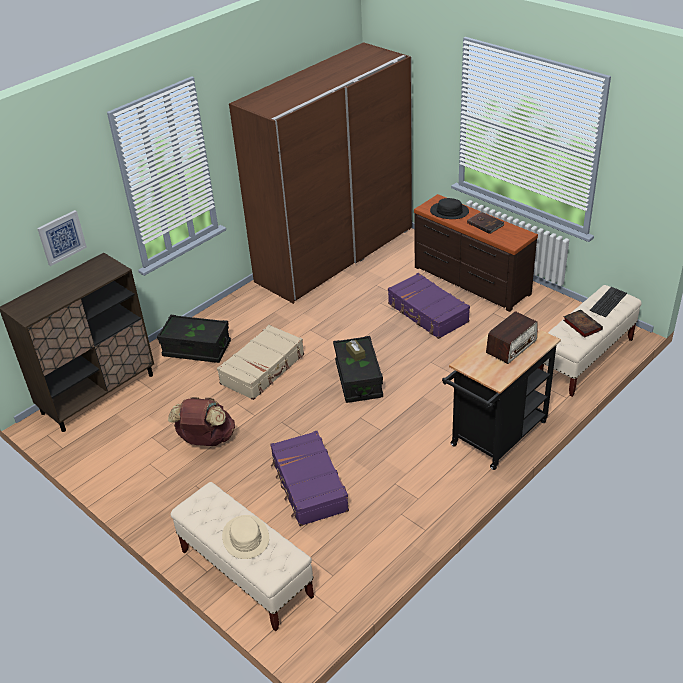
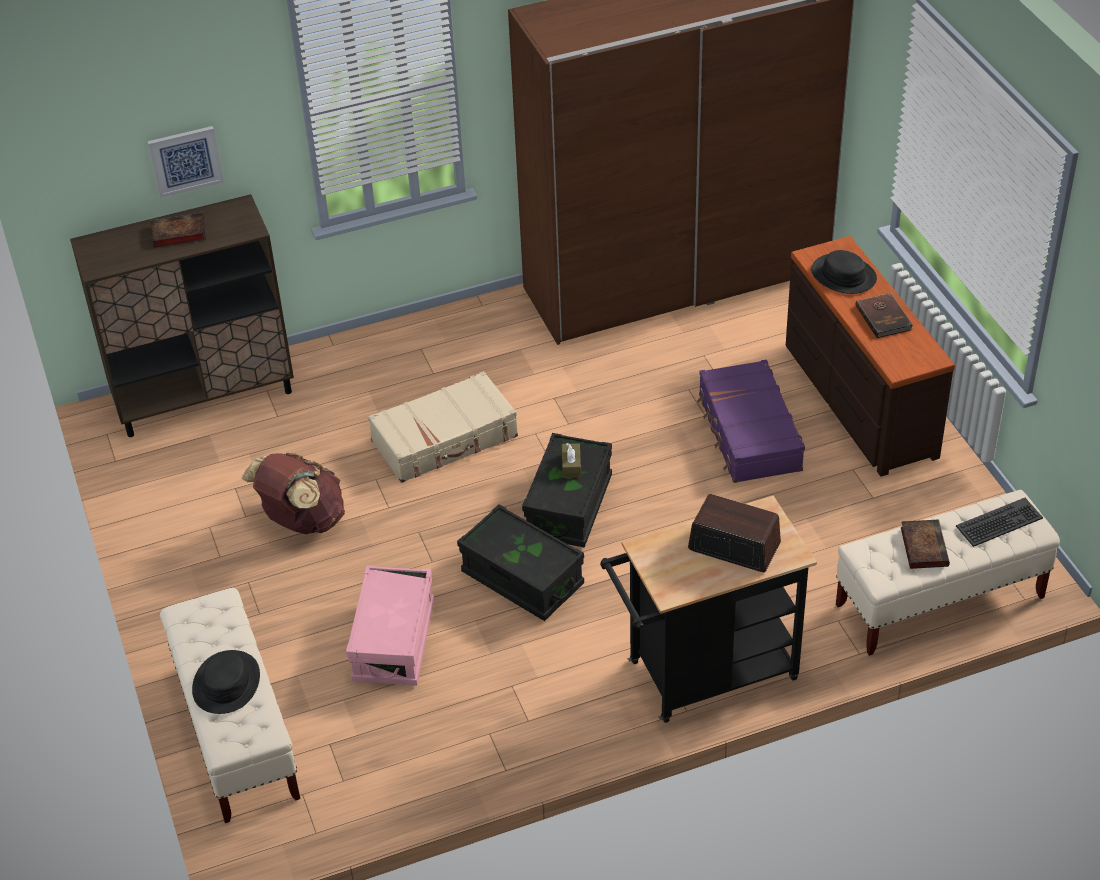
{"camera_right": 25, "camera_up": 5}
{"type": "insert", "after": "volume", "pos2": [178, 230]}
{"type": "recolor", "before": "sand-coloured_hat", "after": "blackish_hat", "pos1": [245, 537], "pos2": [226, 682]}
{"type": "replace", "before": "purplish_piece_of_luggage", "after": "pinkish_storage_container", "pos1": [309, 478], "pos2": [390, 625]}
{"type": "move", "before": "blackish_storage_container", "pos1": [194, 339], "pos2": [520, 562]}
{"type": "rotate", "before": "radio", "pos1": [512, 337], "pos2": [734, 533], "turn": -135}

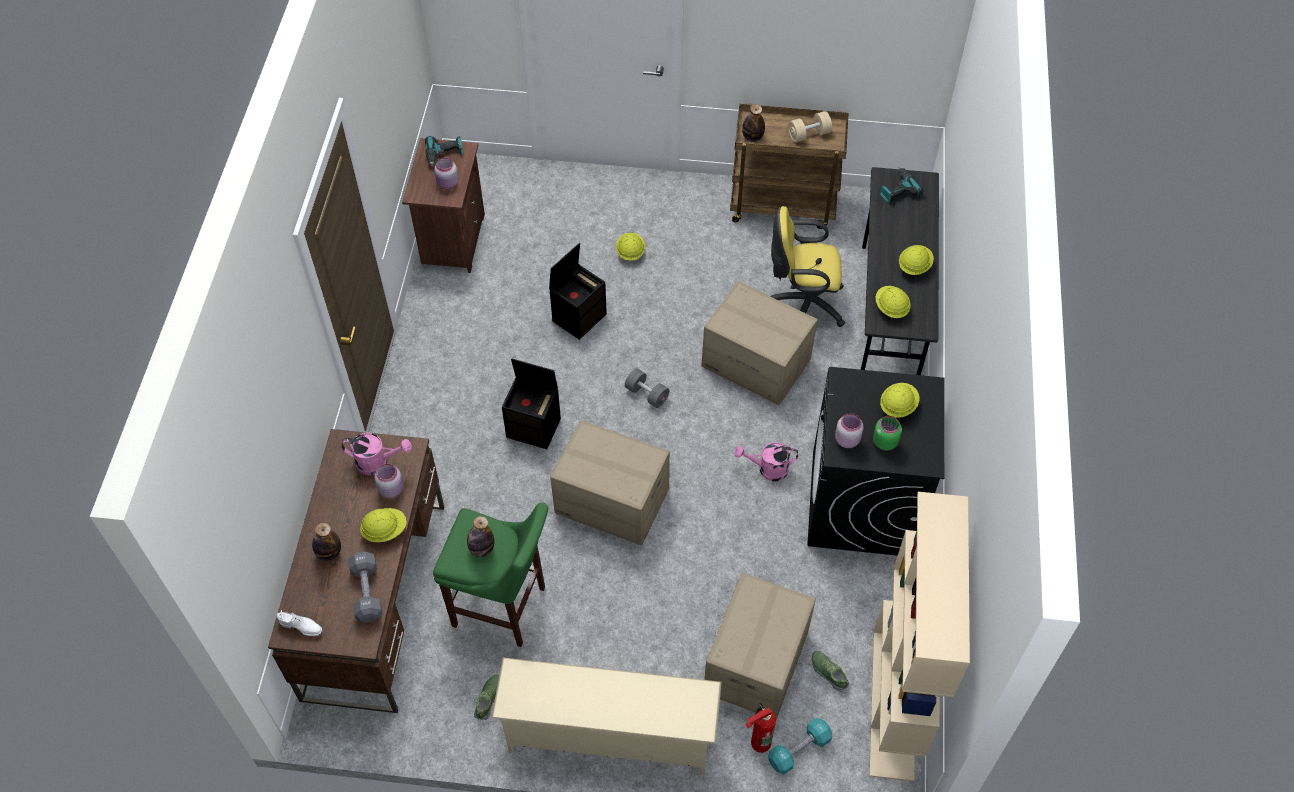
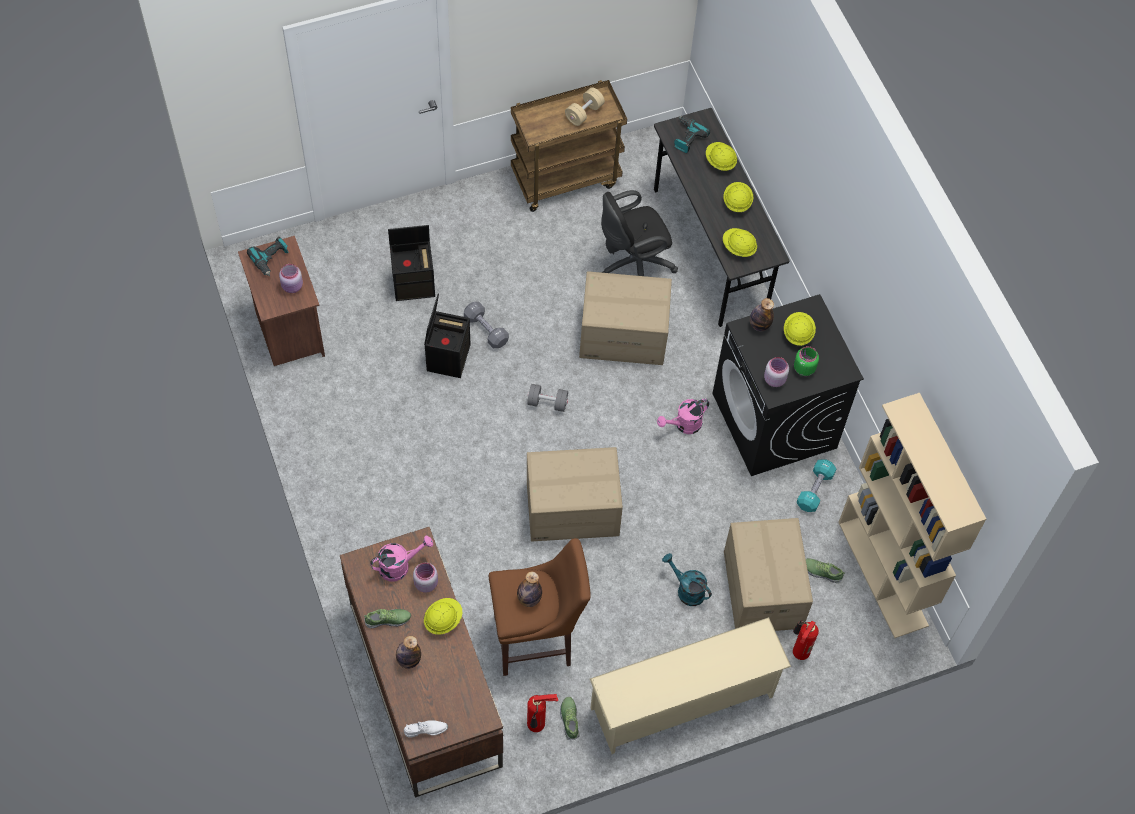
{"camera_right": -30, "camera_up": 5}
{"type": "insert", "after": "shoe", "pos2": [387, 618]}
{"type": "move", "before": "blackish_storage_container", "pos1": [531, 403], "pos2": [411, 263]}
{"type": "move", "before": "gray_dumbbell", "pos1": [365, 587], "pos2": [486, 325]}
{"type": "recolor", "before": "greenish_stool_seat", "after": "brown_stool_seat", "pos1": [490, 575], "pos2": [540, 607]}
{"type": "insert", "after": "fire-fighting_cylinder", "pos2": [542, 713]}
{"type": "recolor", "before": "yellow-coloured_computer_chair", "after": "blackish_computer_chair", "pos1": [808, 266], "pos2": [639, 233]}
{"type": "insert", "after": "blue-green_watering_pot", "pos2": [687, 579]}
{"type": "move", "before": "yellow-coloured_work_helmet", "pos1": [630, 246], "pos2": [721, 156]}
{"type": "move", "before": "drink_bottle", "pos1": [753, 123], "pos2": [762, 314]}
{"type": "move", "before": "blue-green_dumbbell", "pos1": [800, 746], "pos2": [816, 485]}

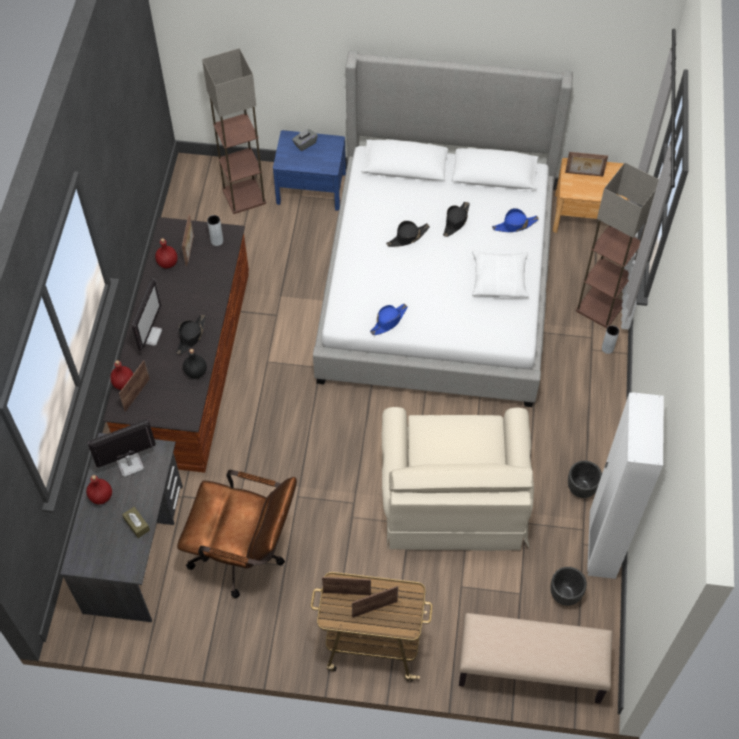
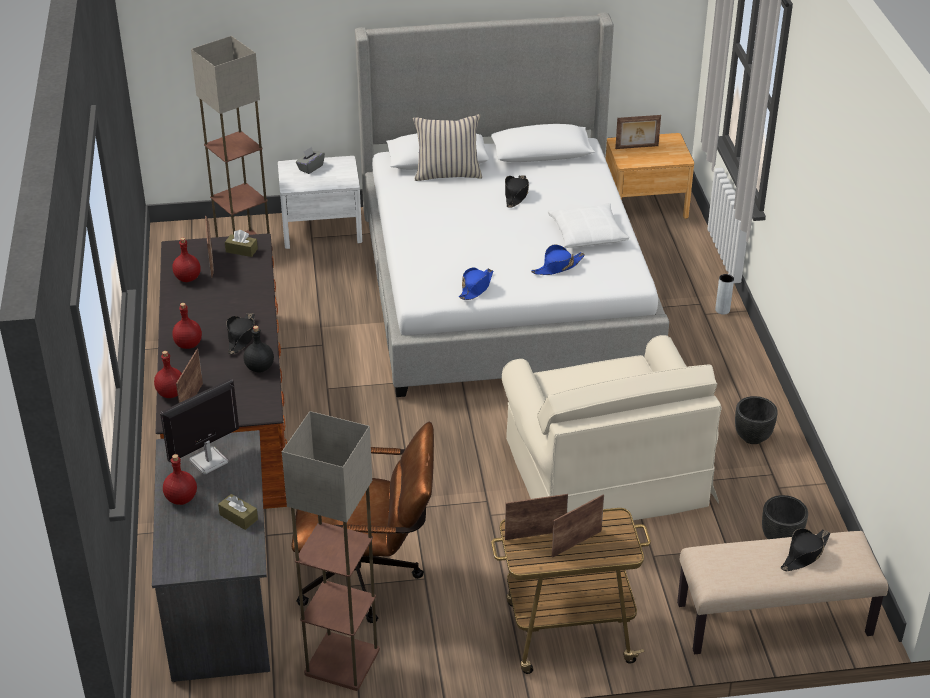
{"camera_right": -15, "camera_up": -20}
{"type": "replace", "before": "monitor", "after": "reddish_drink_bottle", "pos1": [147, 315], "pos2": [187, 326]}
{"type": "replace", "before": "gray_vase", "after": "brown_box_of_tissues", "pos1": [215, 230], "pos2": [241, 243]}
{"type": "recolor", "before": "blue-coloured_nightstand", "after": "white-coloured_nightstand", "pos1": [309, 170], "pos2": [320, 202]}
{"type": "move", "before": "standing_lamp", "pos1": [617, 245], "pos2": [331, 551]}
{"type": "insert", "after": "sand-coloured_pillow", "pos2": [447, 147]}
{"type": "move", "before": "blue-coloured_hat", "pos1": [515, 220], "pos2": [558, 260]}
{"type": "move", "before": "blackish_hat", "pos1": [408, 234], "pos2": [805, 549]}
{"type": "delete", "before": "white-coloured_wardrobe", "pos1": [625, 485]}

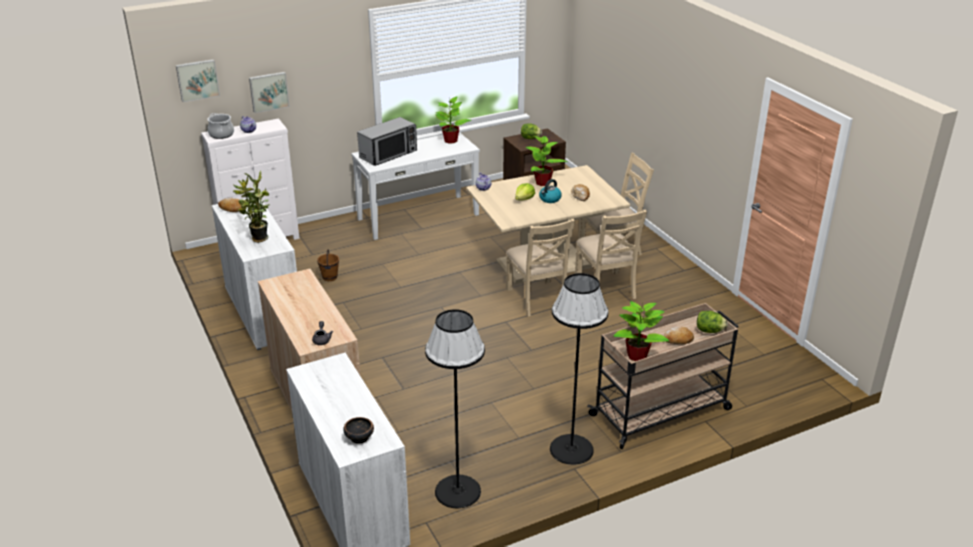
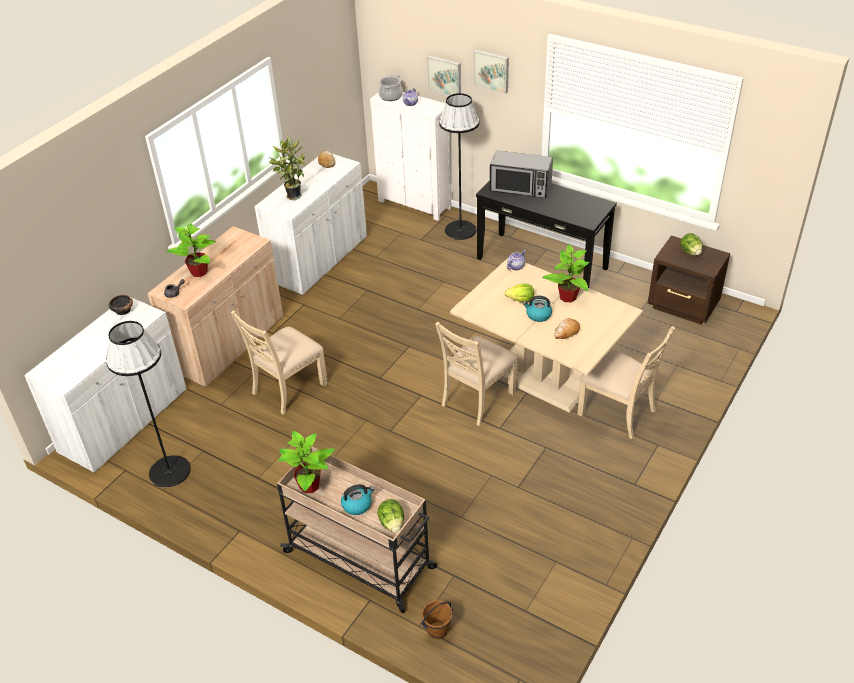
{"camera_right": 60, "camera_up": 10}
{"type": "move", "before": "serving_bowl", "pos1": [358, 430], "pos2": [121, 305]}
{"type": "move", "before": "houseplant", "pos1": [453, 119], "pos2": [191, 250]}
{"type": "move", "before": "sand-coloured_upright_chair", "pos1": [611, 254], "pos2": [279, 362]}
{"type": "replace", "before": "baked_bread", "after": "kettle", "pos1": [678, 335], "pos2": [357, 499]}
{"type": "move", "before": "brown_water_bucket", "pos1": [328, 265], "pos2": [437, 619]}
{"type": "move", "before": "blackish_standing_lamp", "pos1": [579, 369], "pos2": [459, 166]}
{"type": "move", "before": "picture", "pos1": [198, 80], "pos2": [491, 72]}
{"type": "recolor", "before": "white-coloured_narrow_table", "after": "blackish_narrow_table", "pos1": [415, 186], "pos2": [546, 234]}

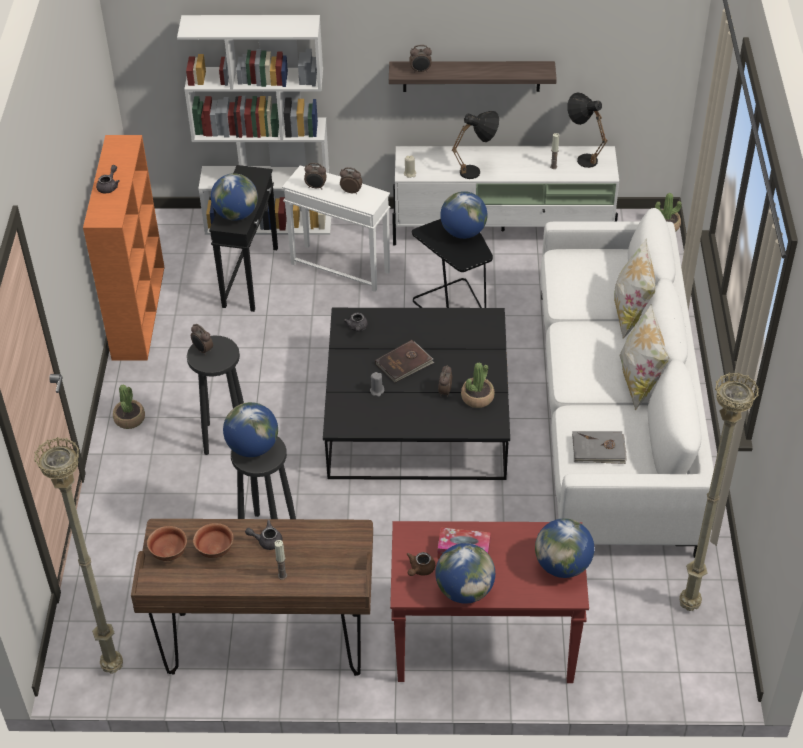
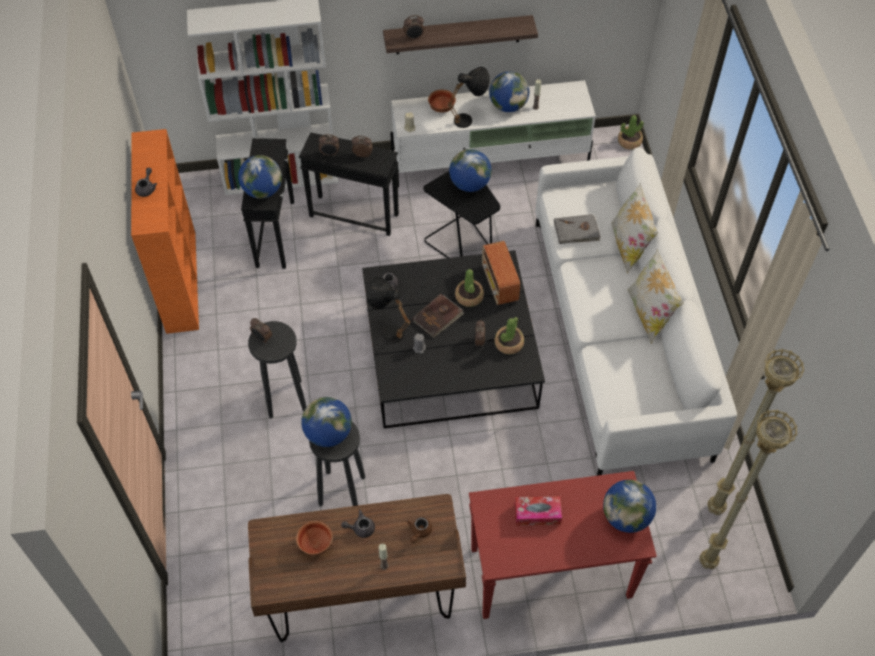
{"camera_right": -10, "camera_up": 10}
{"type": "recolor", "before": "white-coloured_accent_table", "after": "blackish_accent_table", "pos1": [336, 229], "pos2": [349, 184]}
{"type": "move", "before": "blackish_lamp_for_a_table", "pos1": [587, 130], "pos2": [388, 310]}
{"type": "move", "before": "brown_pot_for_tea", "pos1": [420, 564], "pos2": [419, 530]}
{"type": "move", "before": "serving_bowl", "pos1": [167, 543], "pos2": [442, 101]}
{"type": "move", "before": "houseplant", "pos1": [129, 407], "pos2": [469, 288]}
{"type": "insert", "after": "radio", "pos2": [501, 273]}
{"type": "move", "before": "desk_globe", "pos1": [465, 573], "pos2": [509, 91]}
{"type": "move", "before": "gray_volume", "pos1": [599, 447], "pos2": [577, 229]}
{"type": "move", "before": "sand-coloured_standing_lamp", "pos1": [78, 555], "pos2": [748, 489]}

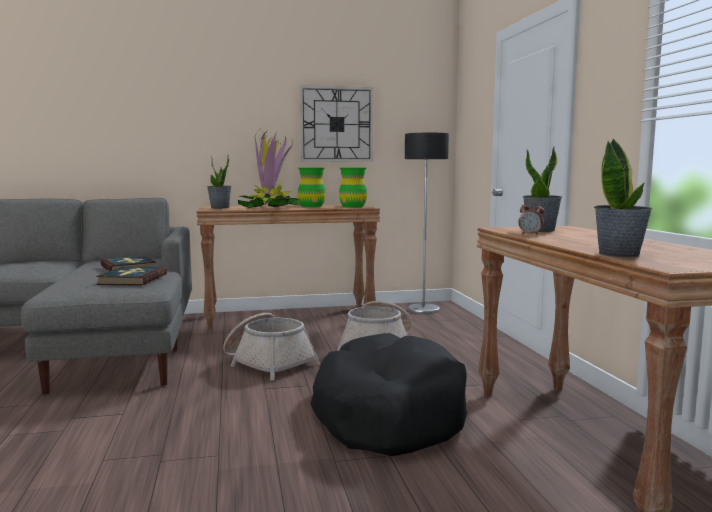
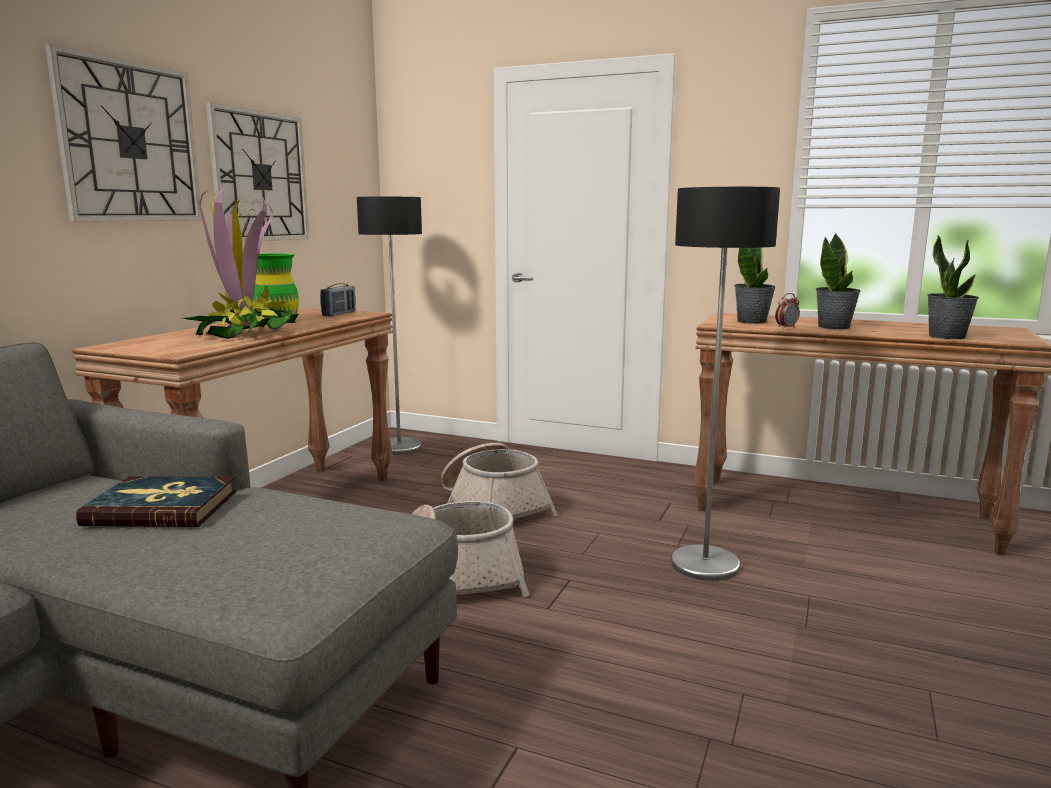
{"camera_right": -55, "camera_up": 5}
{"type": "insert", "after": "wall_clock", "pos2": [123, 133]}
{"type": "replace", "before": "greenish_vase", "after": "radio", "pos1": [353, 187], "pos2": [338, 299]}
{"type": "replace", "before": "blackish_dog_bed", "after": "standing_lamp", "pos1": [388, 394], "pos2": [725, 384]}
{"type": "move", "before": "houseplant", "pos1": [219, 182], "pos2": [838, 281]}
{"type": "delete", "before": "volume", "pos1": [131, 276]}

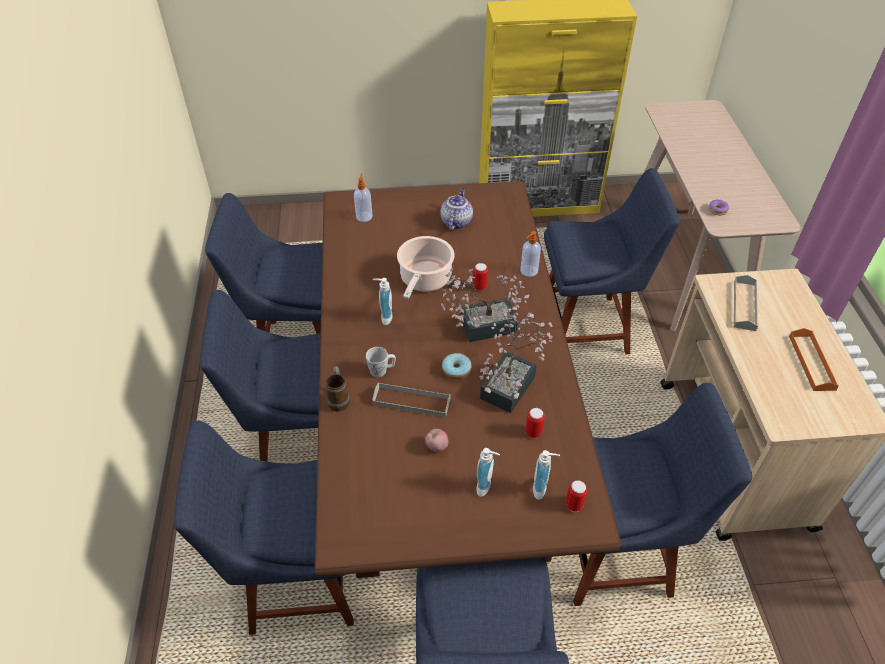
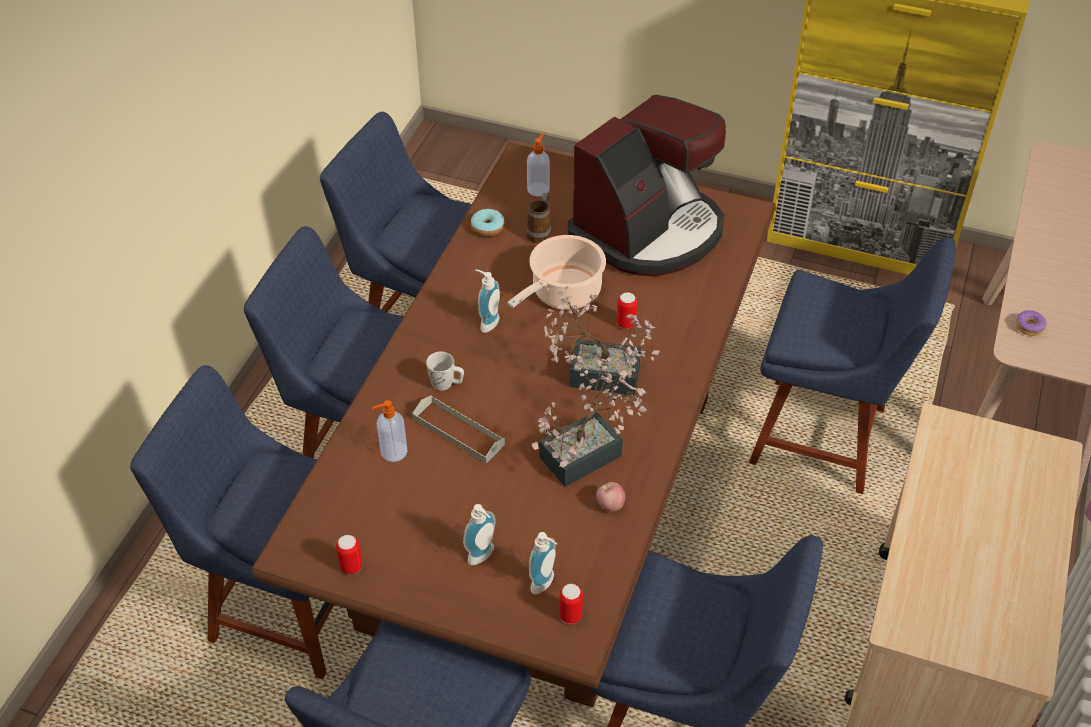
{"camera_right": 25, "camera_up": 0}
{"type": "move", "before": "sealed_can", "pos1": [535, 423], "pos2": [349, 554]}
{"type": "move", "before": "soap_bottle", "pos1": [530, 254], "pos2": [390, 431]}
{"type": "move", "before": "donut", "pos1": [457, 366], "pos2": [488, 223]}
{"type": "move", "before": "tea_mug", "pos1": [338, 389], "pos2": [539, 218]}
{"type": "replace", "before": "pot_for_tea", "after": "coffee_maker", "pos1": [456, 209], "pos2": [647, 185]}
{"type": "move", "before": "whole_apple", "pos1": [436, 440], "pos2": [610, 497]}
{"type": "delete", "before": "gray_carrying_tray", "pos1": [746, 303]}
{"type": "delete", "before": "orange-coloured_carrying_tray", "pos1": [814, 359]}

